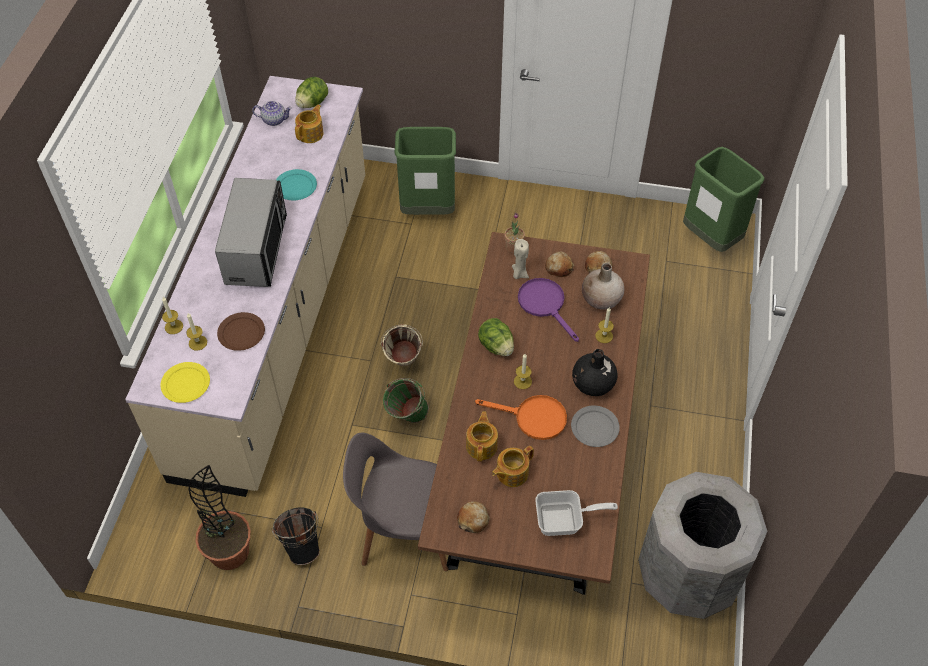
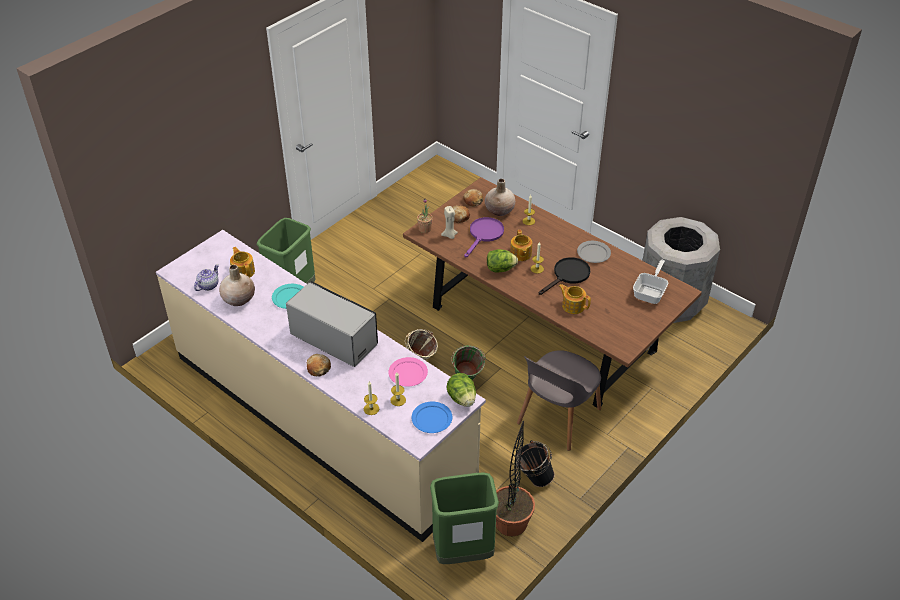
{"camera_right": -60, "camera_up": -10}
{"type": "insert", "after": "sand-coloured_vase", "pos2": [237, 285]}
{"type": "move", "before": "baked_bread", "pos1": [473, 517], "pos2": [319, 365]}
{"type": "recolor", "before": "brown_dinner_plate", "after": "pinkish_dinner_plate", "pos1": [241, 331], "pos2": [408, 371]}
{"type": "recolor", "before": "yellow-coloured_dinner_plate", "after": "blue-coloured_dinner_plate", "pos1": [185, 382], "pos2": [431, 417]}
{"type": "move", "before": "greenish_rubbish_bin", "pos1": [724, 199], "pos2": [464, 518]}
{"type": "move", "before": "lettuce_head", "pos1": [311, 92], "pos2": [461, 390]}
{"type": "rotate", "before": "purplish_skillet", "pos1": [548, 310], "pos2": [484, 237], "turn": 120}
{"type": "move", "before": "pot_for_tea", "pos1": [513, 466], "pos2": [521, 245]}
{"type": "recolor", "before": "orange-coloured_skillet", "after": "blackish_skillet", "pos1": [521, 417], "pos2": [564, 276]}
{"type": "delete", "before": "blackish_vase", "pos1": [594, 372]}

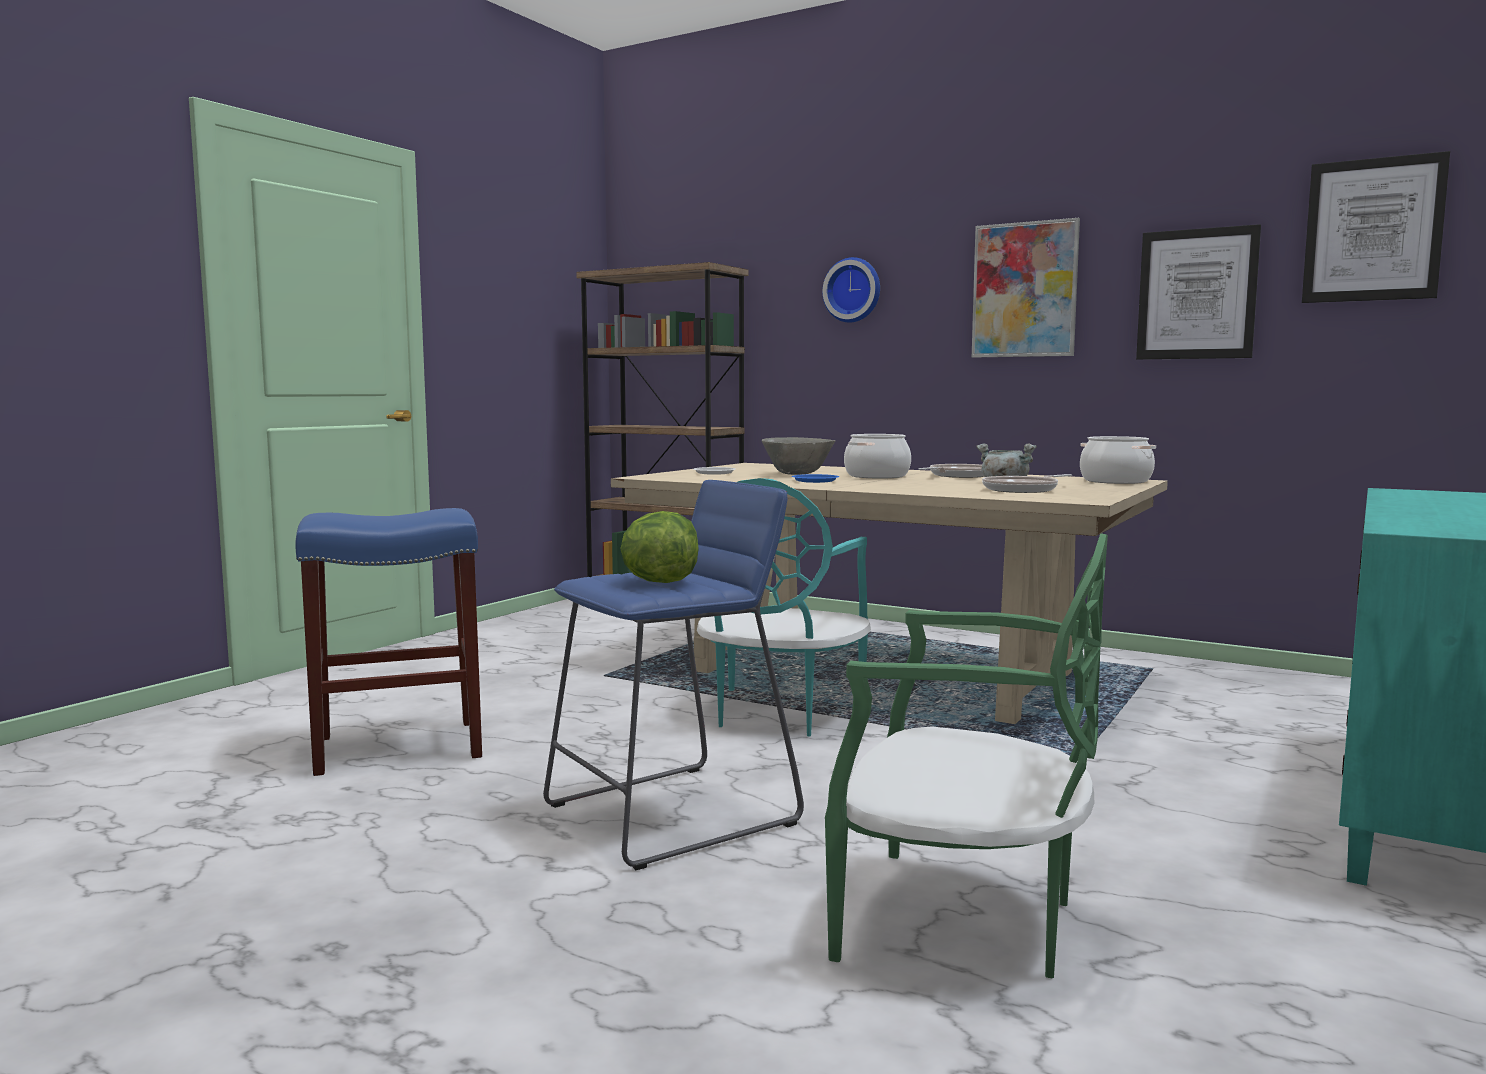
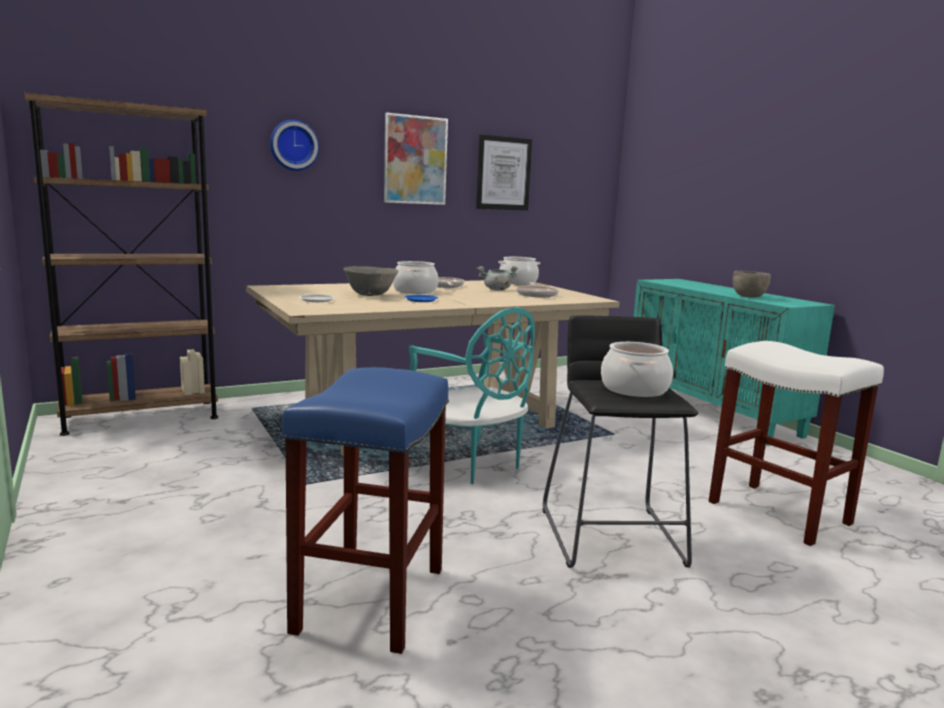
{"camera_right": -60, "camera_up": 5}
{"type": "recolor", "before": "blue-coloured_stool_seat", "after": "blackish_stool_seat", "pos1": [673, 675], "pos2": [620, 442]}
{"type": "replace", "before": "lettuce_head", "after": "stockpot", "pos1": [659, 547], "pos2": [637, 369]}
{"type": "replace", "before": "greenish_upright_chair", "after": "white-coloured_stool_seat", "pos1": [966, 755], "pos2": [796, 443]}
{"type": "insert", "after": "gray_serving_bowl", "pos2": [751, 284]}
{"type": "delete", "before": "picture", "pos1": [1376, 227]}

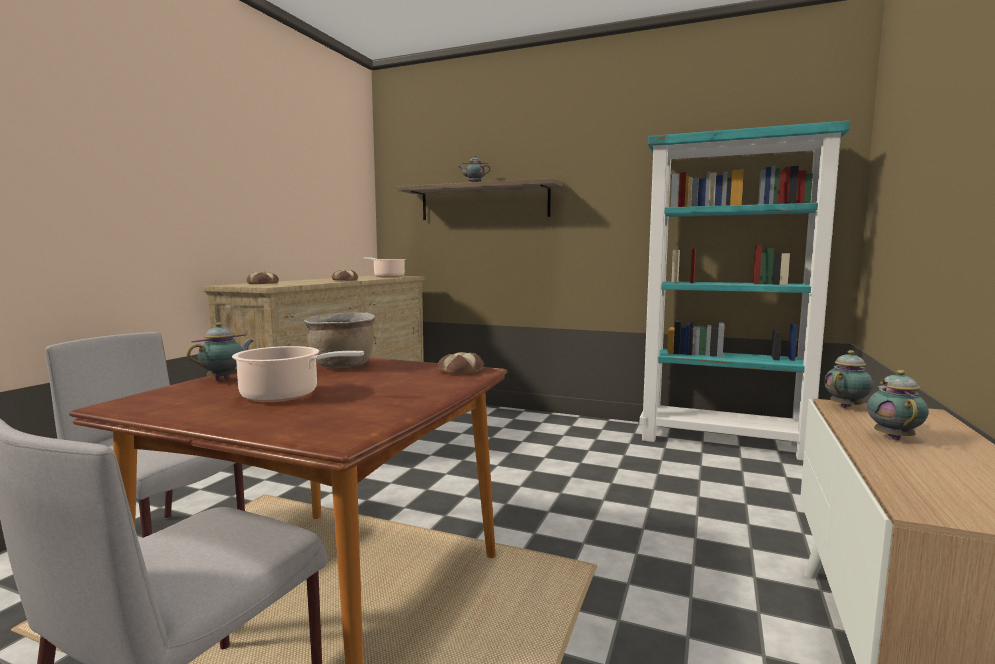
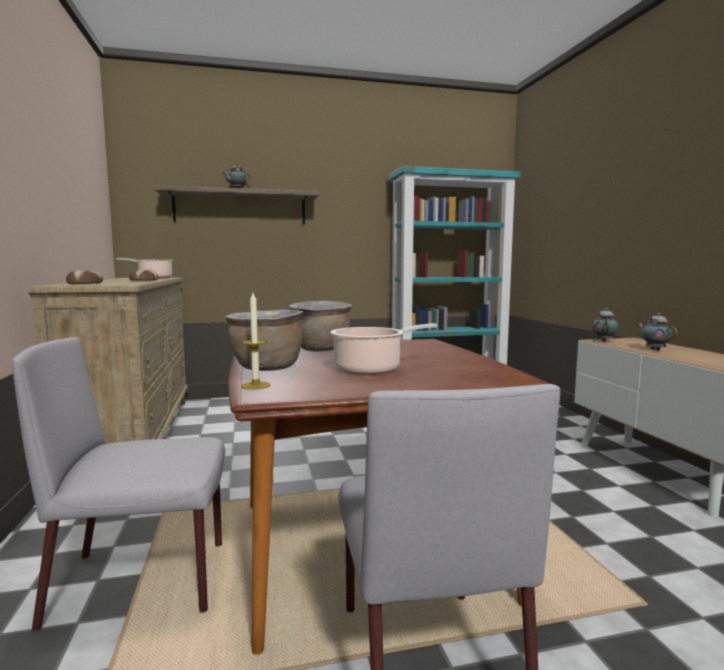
{"camera_right": -35, "camera_up": 0}
{"type": "replace", "before": "pot_for_tea", "after": "brown_stockpot", "pos1": [220, 352], "pos2": [264, 340]}
{"type": "insert", "after": "candle", "pos2": [256, 341]}
{"type": "delete", "before": "baked_bread", "pos1": [461, 363]}

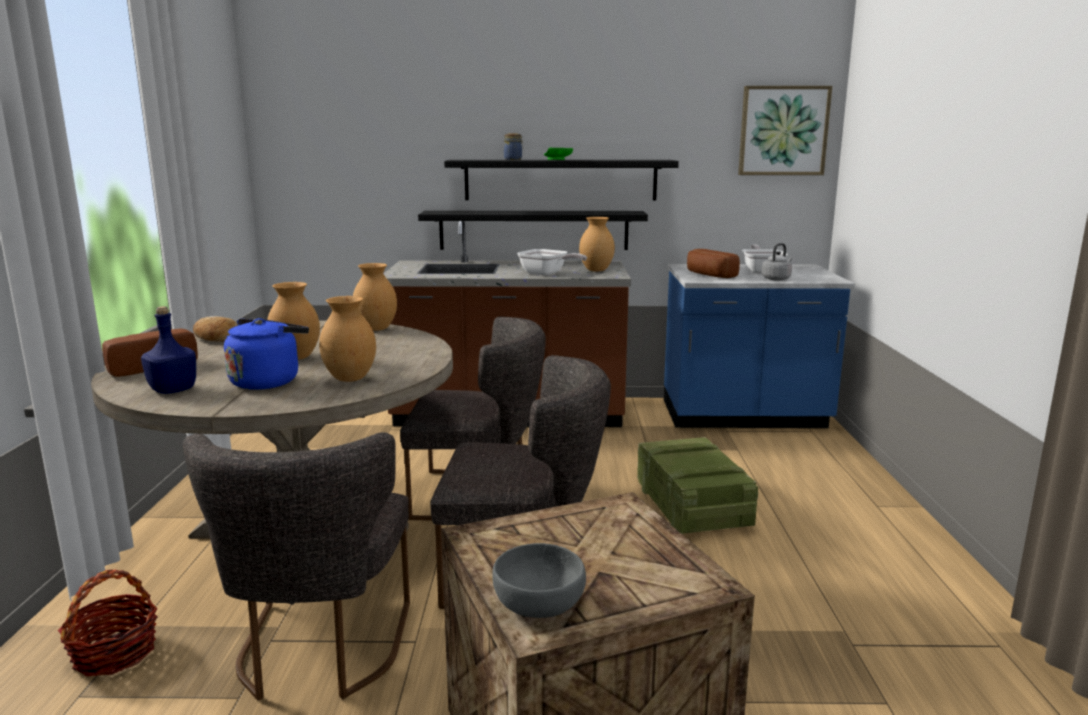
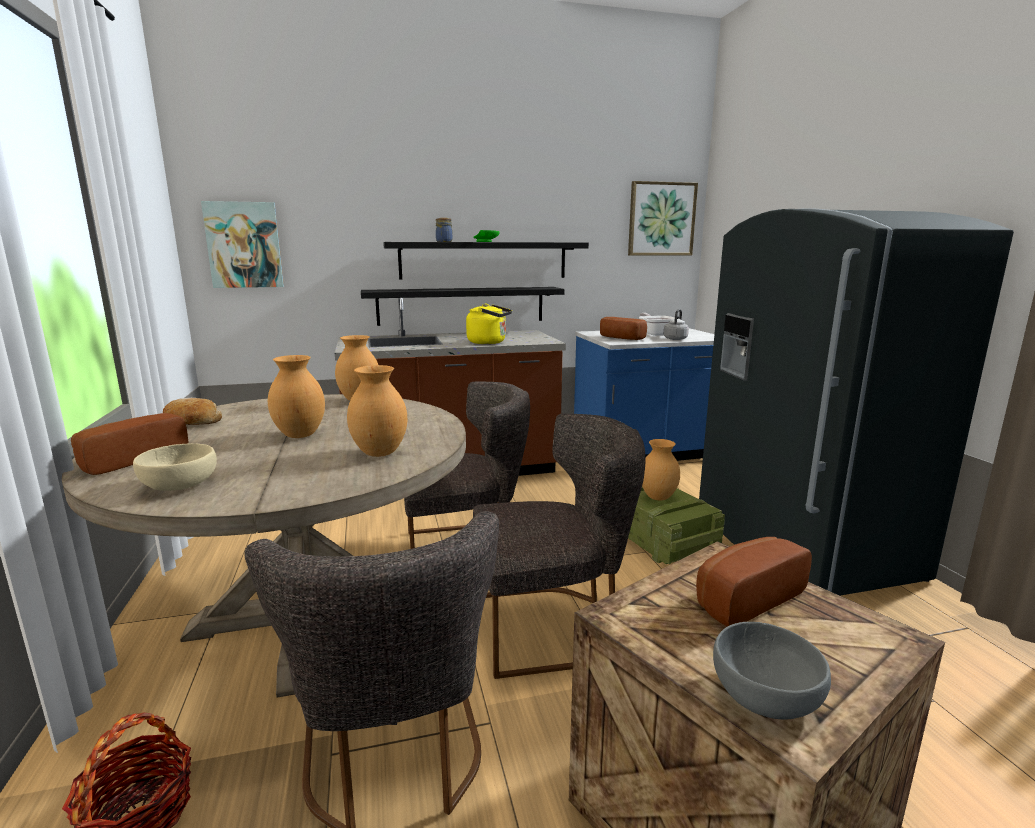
{"camera_right": -15, "camera_up": 0}
{"type": "replace", "before": "blue-coloured_drink_bottle", "after": "sand-coloured_serving_bowl", "pos1": [168, 350], "pos2": [175, 467]}
{"type": "insert", "after": "picture", "pos2": [242, 244]}
{"type": "replace", "before": "skillet", "after": "yellow-coloured_kettle", "pos1": [552, 262], "pos2": [489, 324]}
{"type": "move", "before": "brown_vase", "pos1": [597, 244], "pos2": [661, 470]}
{"type": "insert", "after": "baked_bread", "pos2": [754, 581]}
{"type": "insert", "after": "gray_kitchen_fridge", "pos2": [856, 402]}
{"type": "delete", "before": "blue-coloured_kettle", "pos1": [266, 354]}

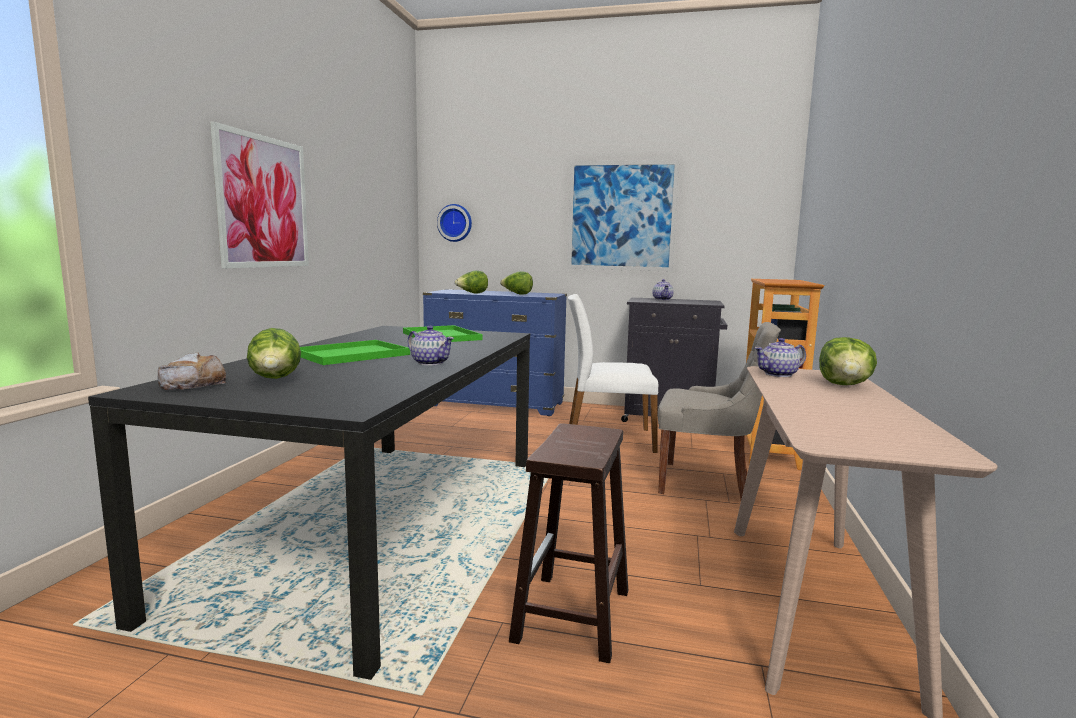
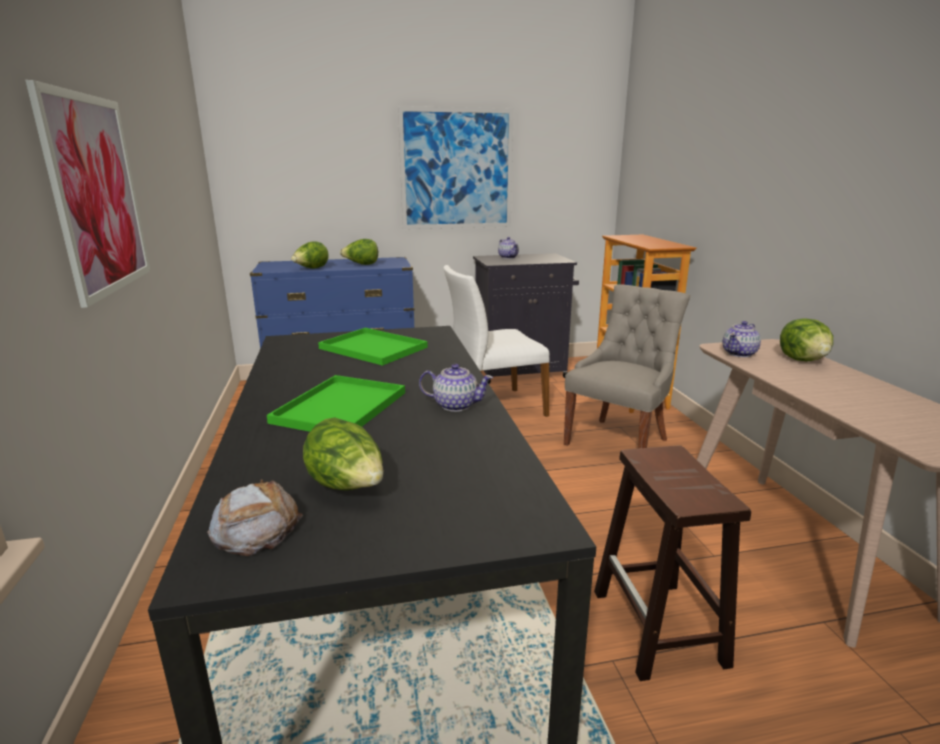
{"camera_right": -25, "camera_up": 10}
{"type": "rotate", "before": "gray_upright_chair", "pos1": [719, 410], "pos2": [627, 367], "turn": -45}
{"type": "delete", "before": "wall_clock", "pos1": [454, 223]}

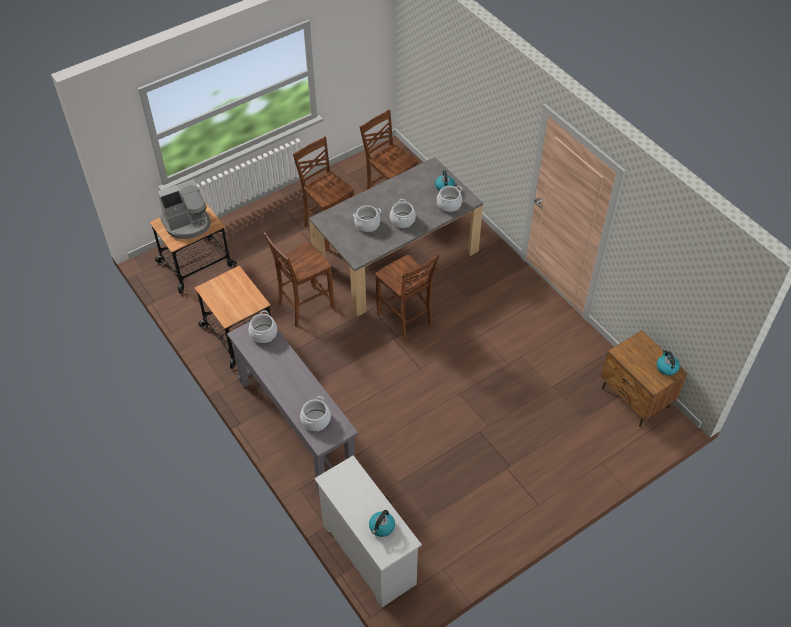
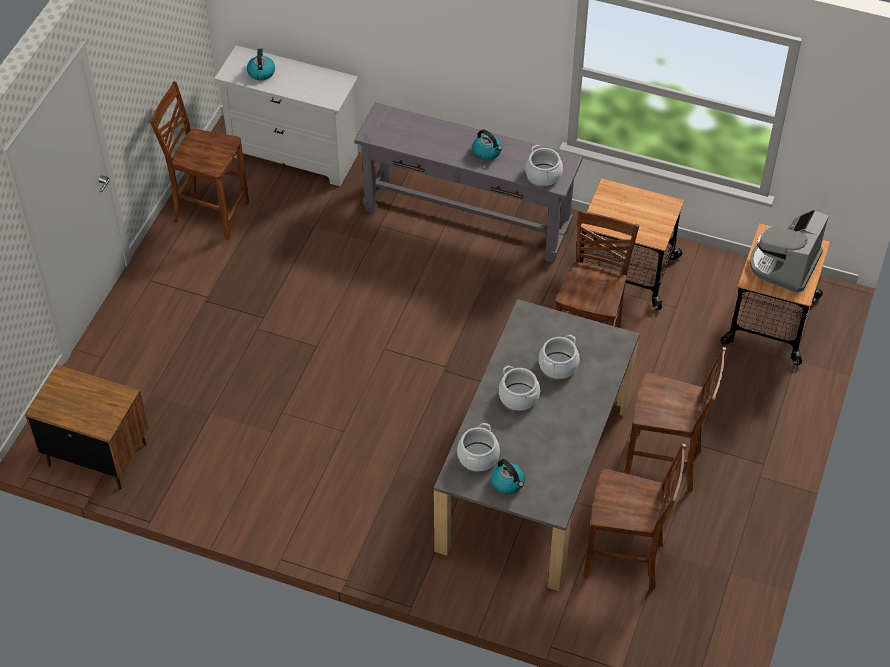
{"camera_right": 145, "camera_up": 0}
{"type": "move", "before": "brown_upright_chair", "pos1": [407, 297], "pos2": [199, 160]}
{"type": "move", "before": "kettle", "pos1": [668, 362], "pos2": [487, 144]}
{"type": "delete", "before": "stockpot", "pos1": [315, 413]}

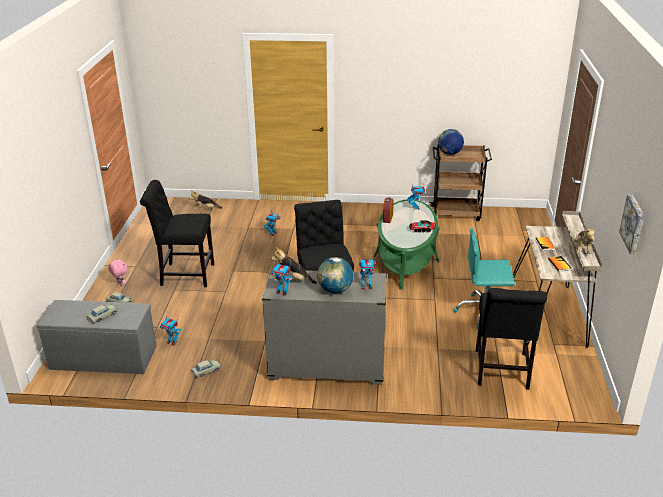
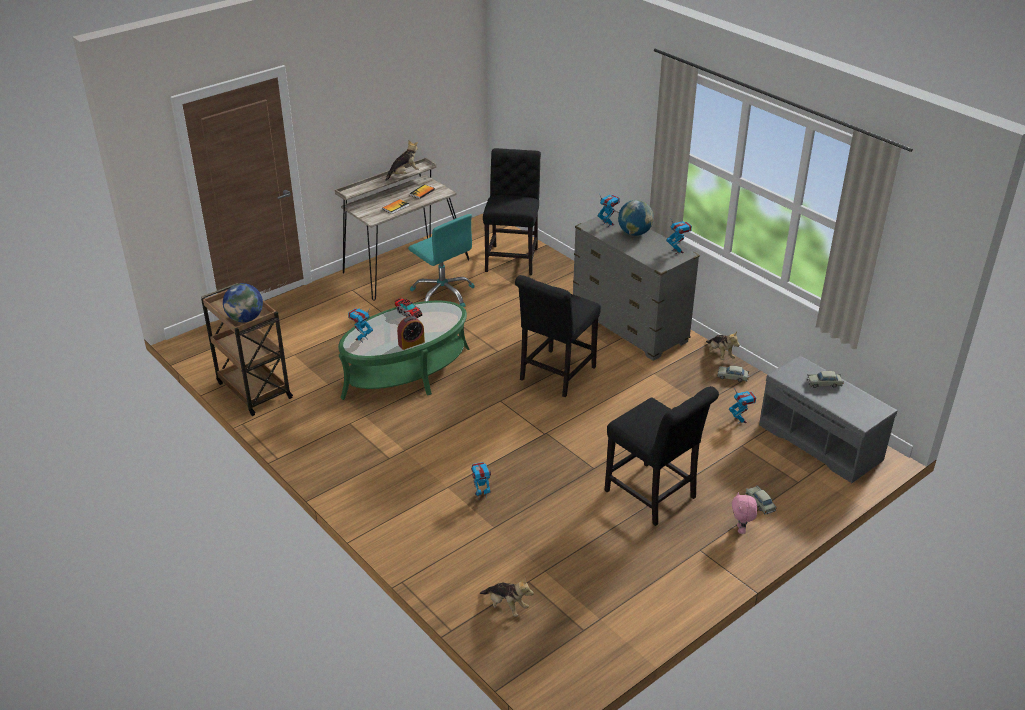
{"camera_right": -135, "camera_up": 5}
{"type": "rotate", "before": "blackish_upright_chair", "pos1": [511, 339], "pos2": [512, 211], "turn": -45}
{"type": "move", "before": "cuddly_toy", "pos1": [294, 265], "pos2": [723, 346]}
{"type": "delete", "before": "picture", "pos1": [631, 224]}

